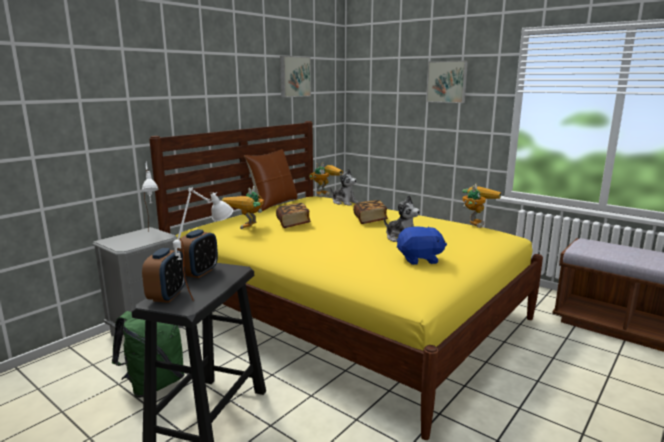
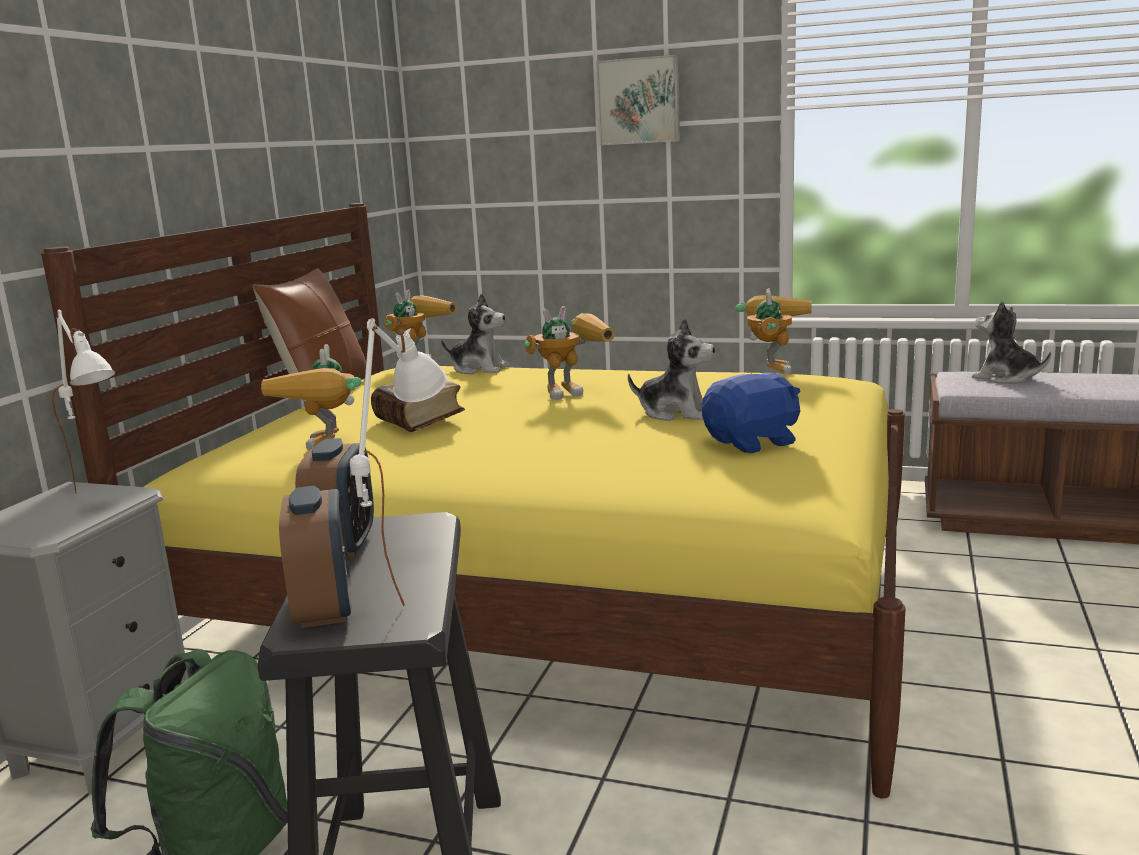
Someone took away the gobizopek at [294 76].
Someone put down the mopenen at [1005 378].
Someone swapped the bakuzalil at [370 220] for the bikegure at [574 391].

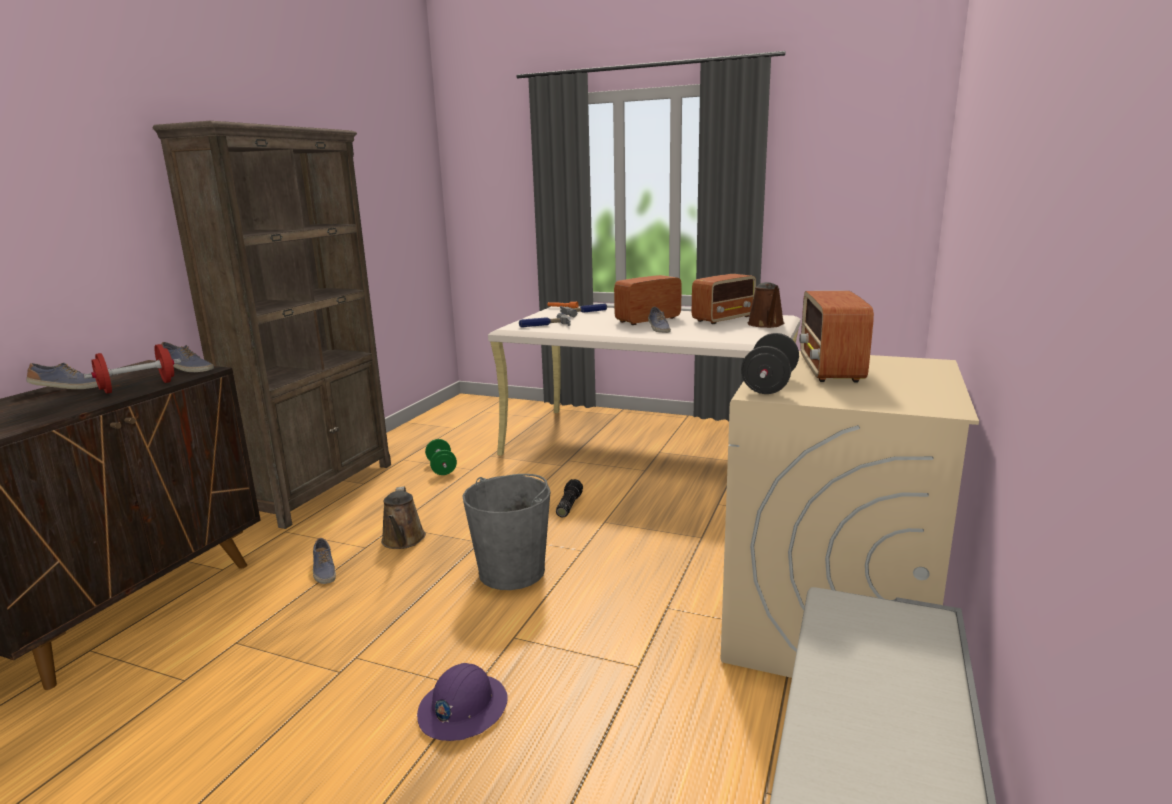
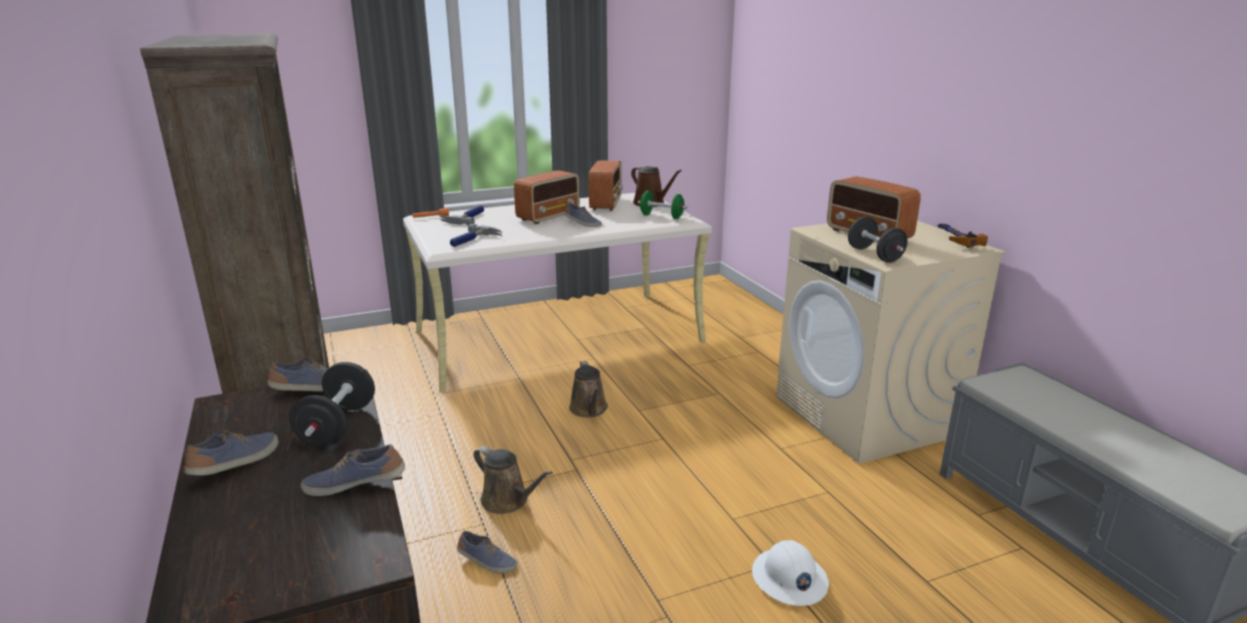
Someone took away the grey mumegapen at [512 571].
Someone put down the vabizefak at [355 484].
Someone put down the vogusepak at [954 241].
Someone carried the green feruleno from [441 468] to [661 216].
Someone swapped the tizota at [568 505] for the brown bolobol at [589 409].
Someone repainted the red feruleno at [138 387], which became the black feruleno at [338 426].
Someone repainted the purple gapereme at [462 709], which became the white gapereme at [789 579].
Someone rotated the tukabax at [647 320] by 150 degrees counterclockwise.

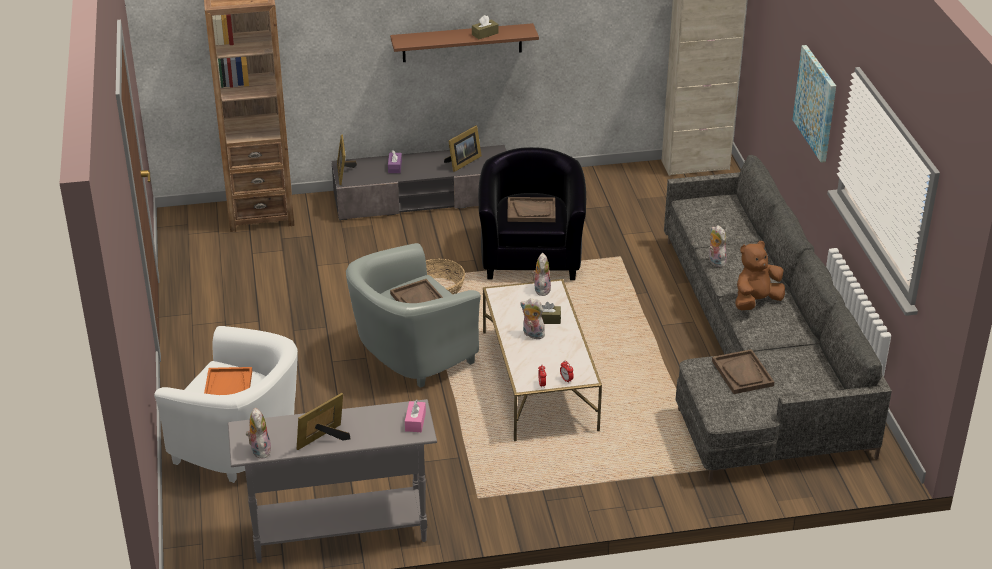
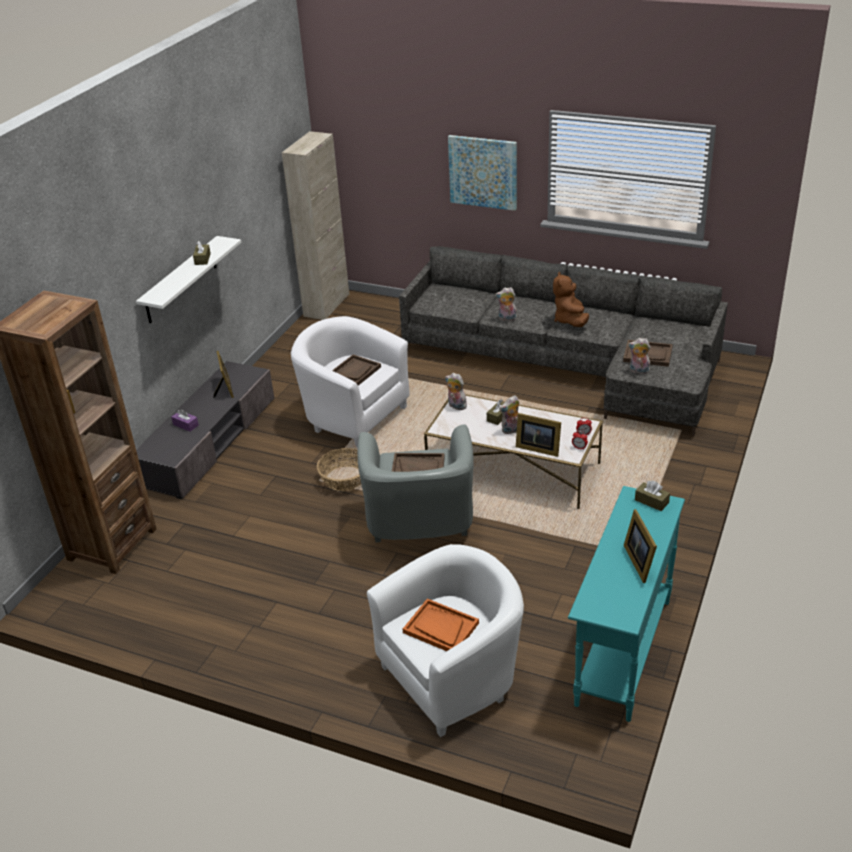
Someone carried the mopenen from [259 449] to [638 371].
Someone carried the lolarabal from [344 173] to [537 448].
Someone repainted the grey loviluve at [338 532], which became the turquoise loviluve at [622 652].
Someone repainted the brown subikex at [462 43], which became the white subikex at [181 280].
Someone repainted the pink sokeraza at [415 421], which became the brown sokeraza at [651 501].
Someone repainted the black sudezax at [531 256], which became the white sudezax at [352 416].

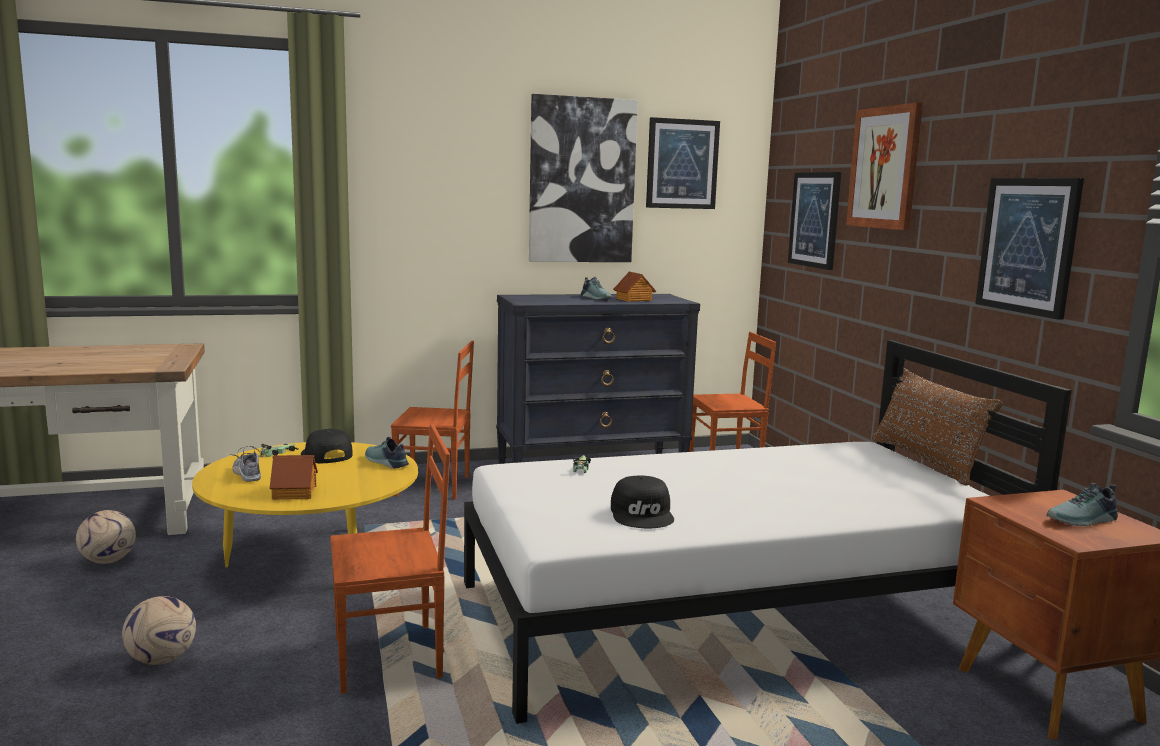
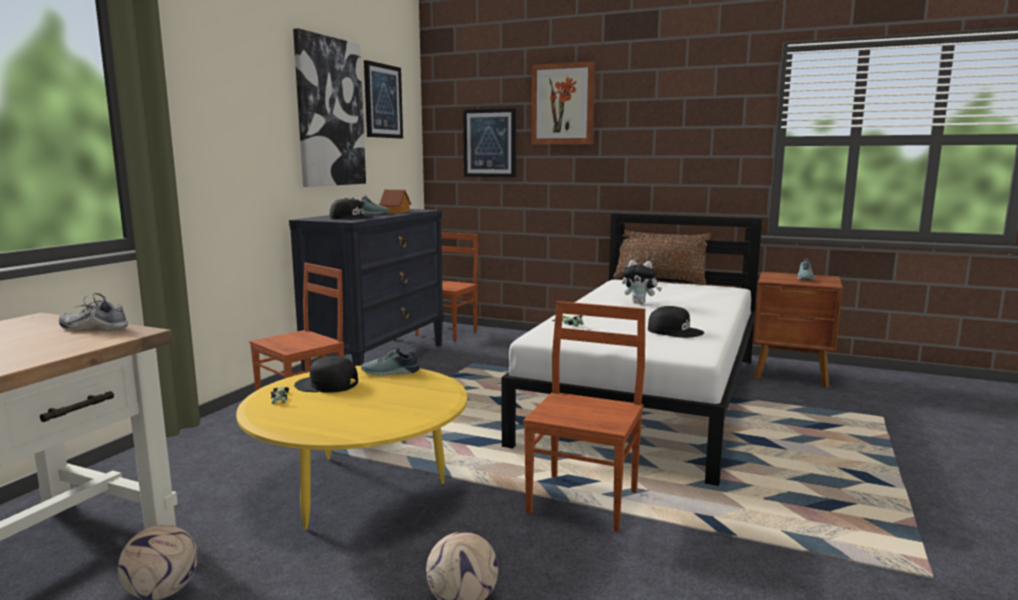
Someone took away the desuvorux at [295 492].
Someone took away the gobizopek at [1028 245].
Someone put down the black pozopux at [351 217].
Someone put down the mopenen at [640 303].
Someone carried the vabizefak from [247 474] to [93 328].

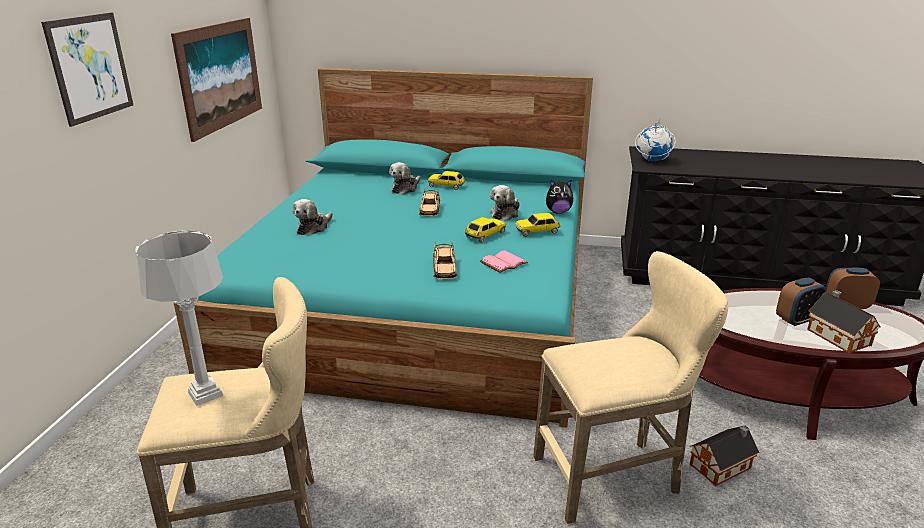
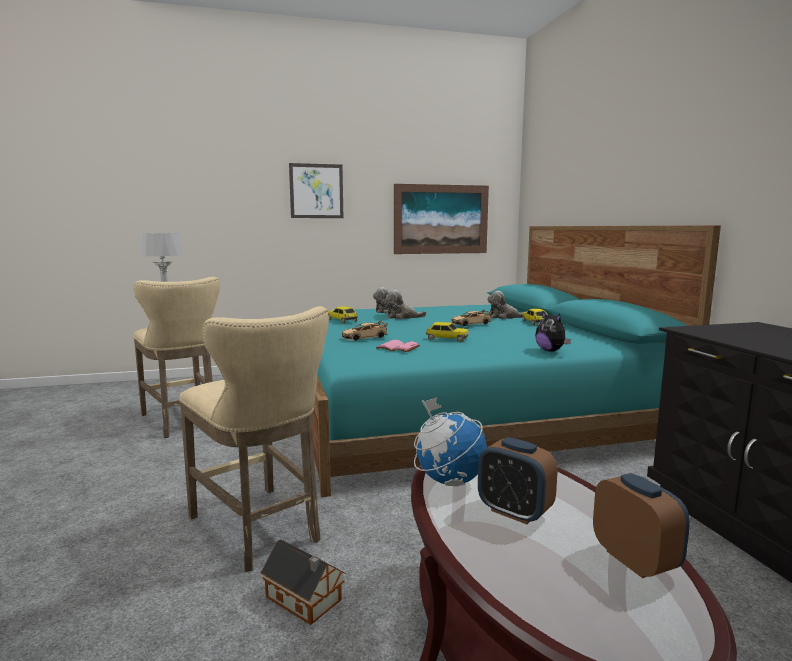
Someone took away the desuvorux at [836 336].
Someone carried the mopenen from [505 213] to [402 317].
Someone carried the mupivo from [537 231] to [342 320].
Someone carried the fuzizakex from [652 160] to [449 481].

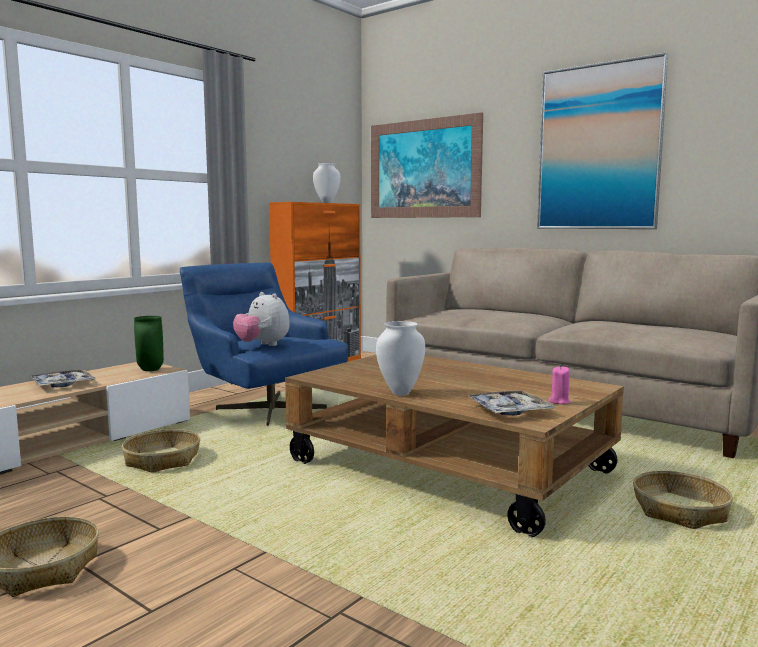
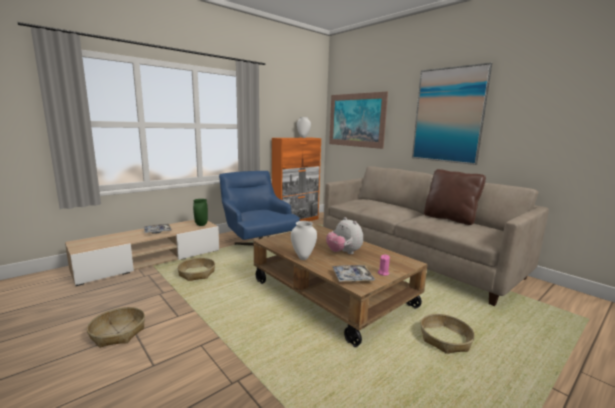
Someone put down the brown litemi at [450 218].
Someone carried the mopenen from [262 345] to [344 253].

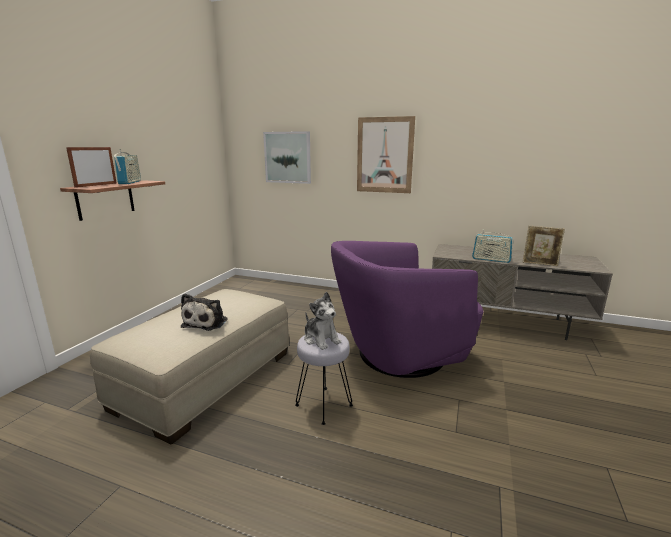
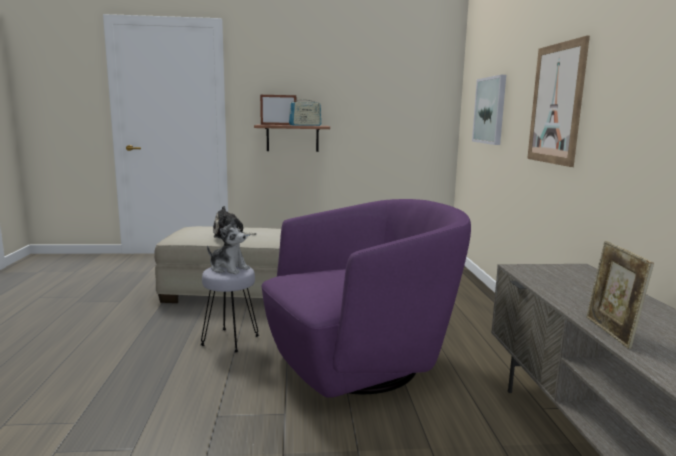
Someone took away the tukabax at [491 259].
Someone rotated the mopenen at [321 339] by 90 degrees counterclockwise.
Someone rotated the purple sudezax at [399 354] by 105 degrees clockwise.

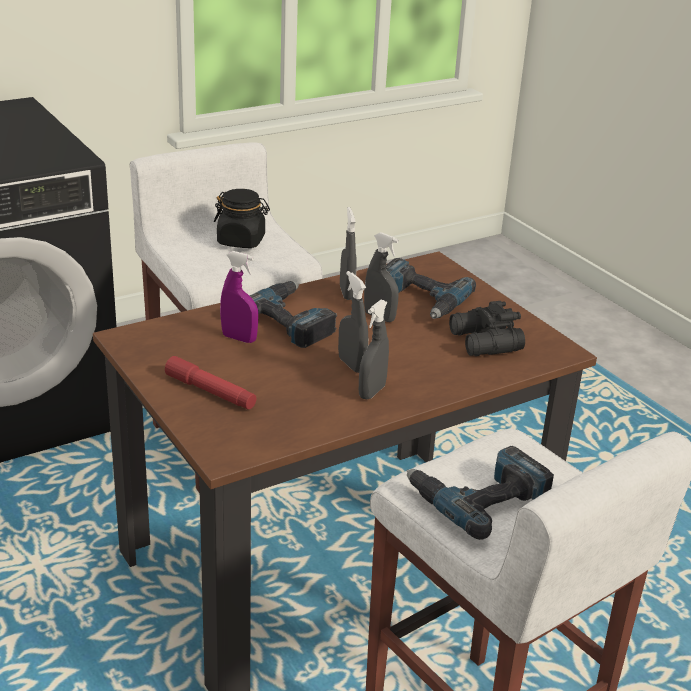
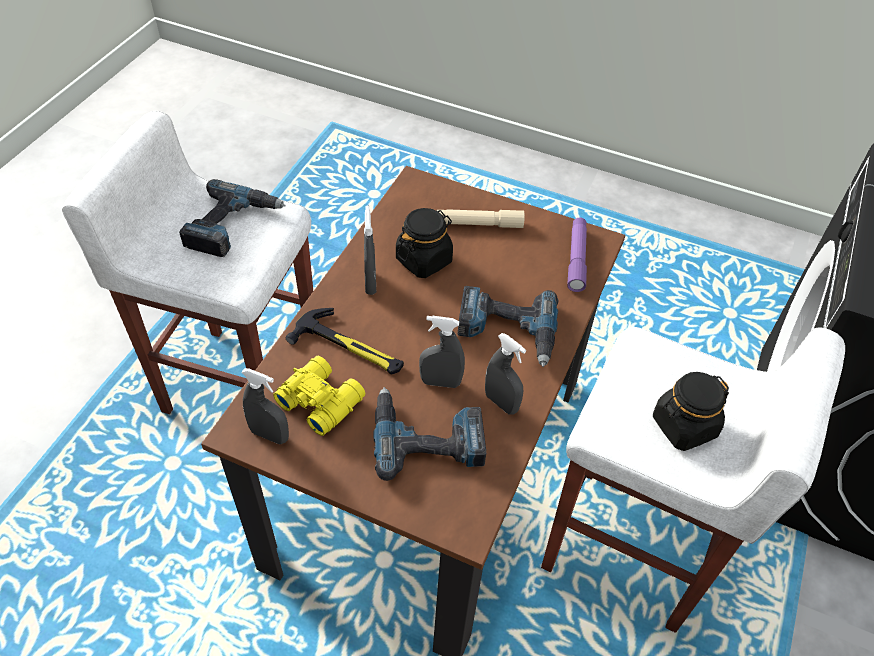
Someone took away the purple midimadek at [239 338].
Someone put down the vogusepak at [349 347].
Someone put down the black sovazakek at [424 260].
Someone put down the purple tizota at [576 259].
Someone carried the grey midimadek from [351 364] to [269 435].
Someone repainted the red tizota at [210 392], which became the beige tizota at [479 224].
Someone repainted the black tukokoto at [484 342], which became the yellow tukokoto at [320 399].

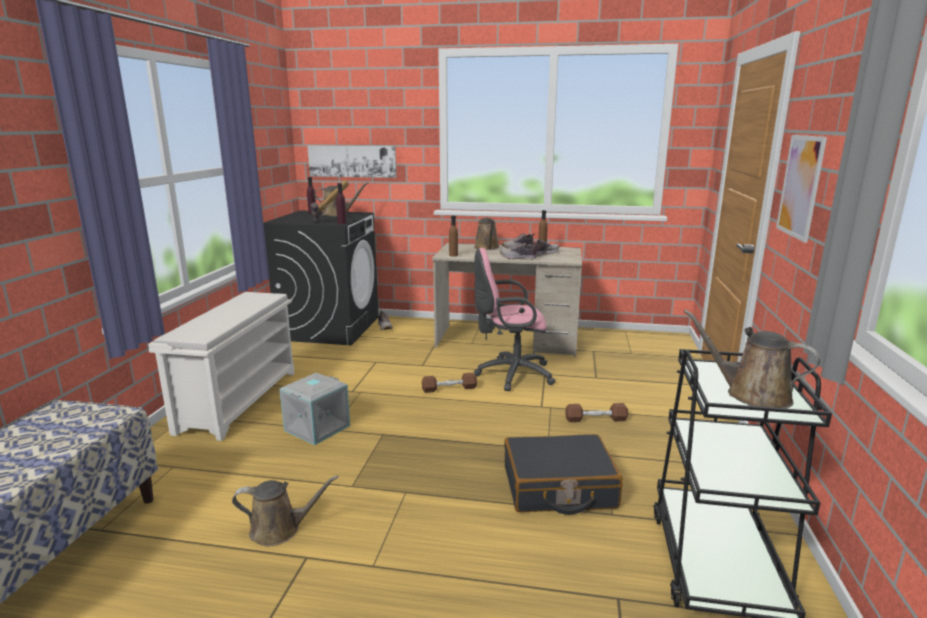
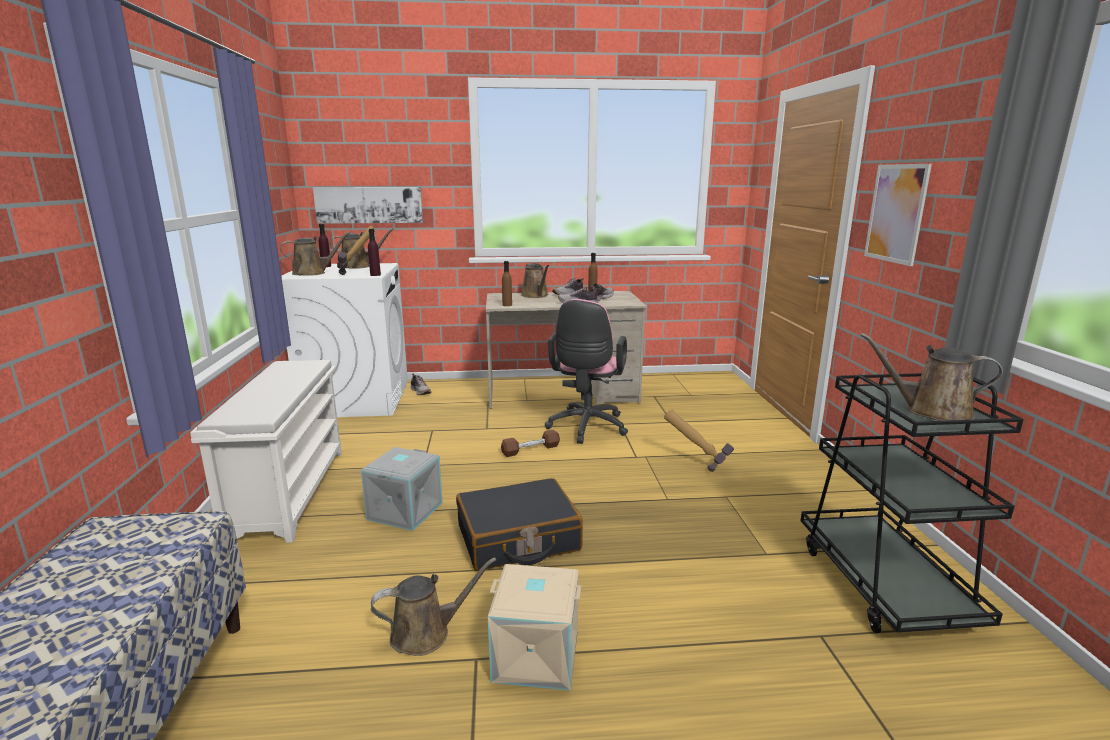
Someone put down the brown bolobol at [312 273].
Someone put down the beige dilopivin at [535 657].
Someone carried the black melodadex from [558 488] to [518 539].
Someone swapped the brown feruleno at [596 419] for the vogusepak at [696 463].
Someone repainted the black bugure at [329 328], which became the white bugure at [356 399].
Someone rotated the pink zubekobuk at [510 374] by 60 degrees counterclockwise.

